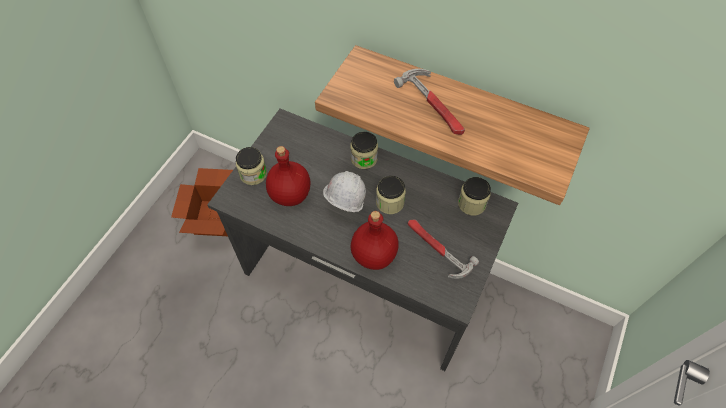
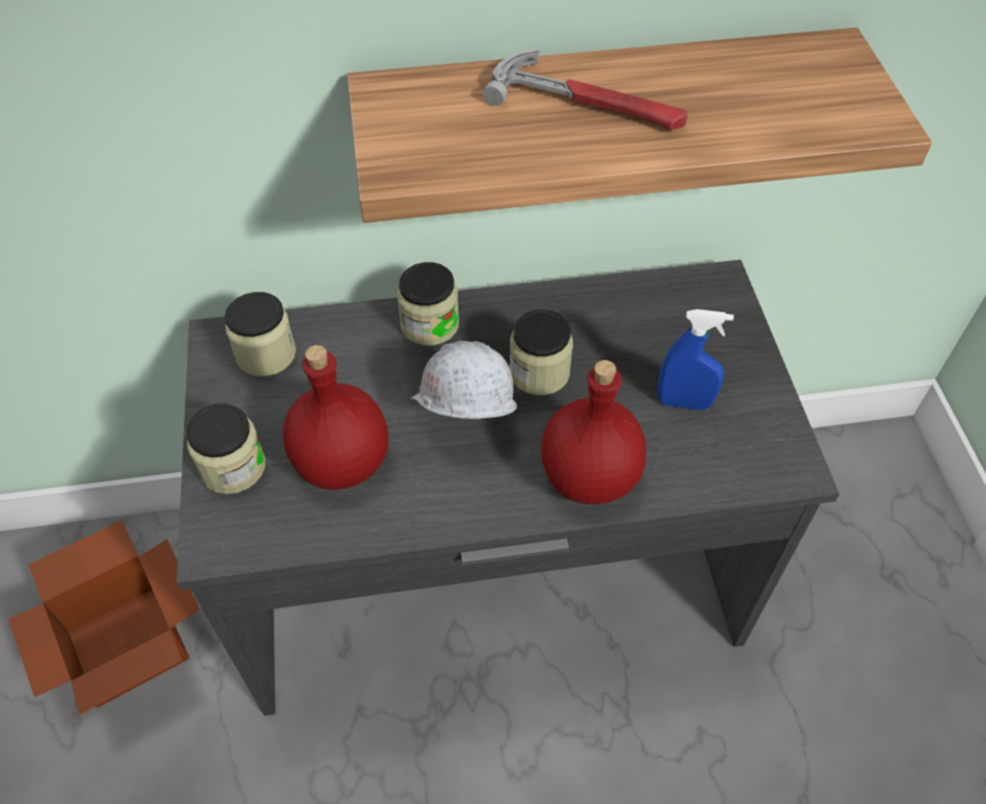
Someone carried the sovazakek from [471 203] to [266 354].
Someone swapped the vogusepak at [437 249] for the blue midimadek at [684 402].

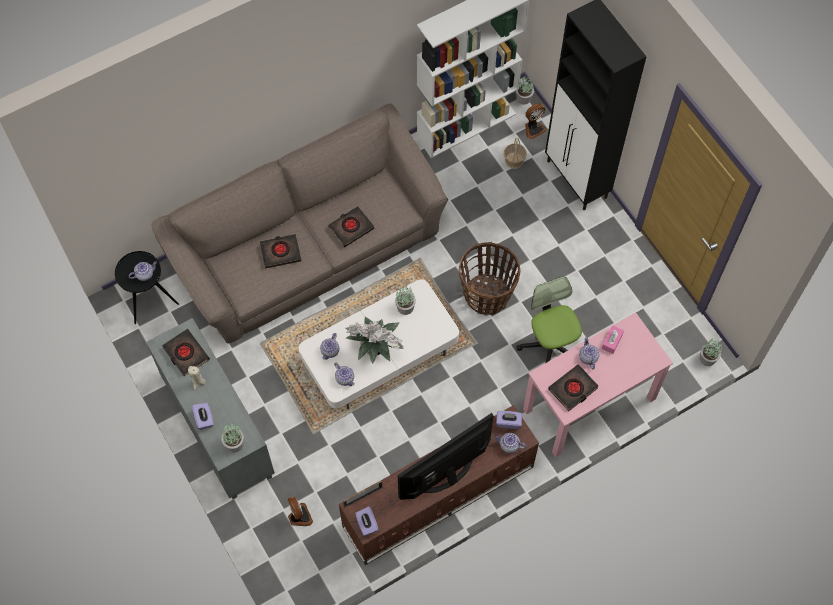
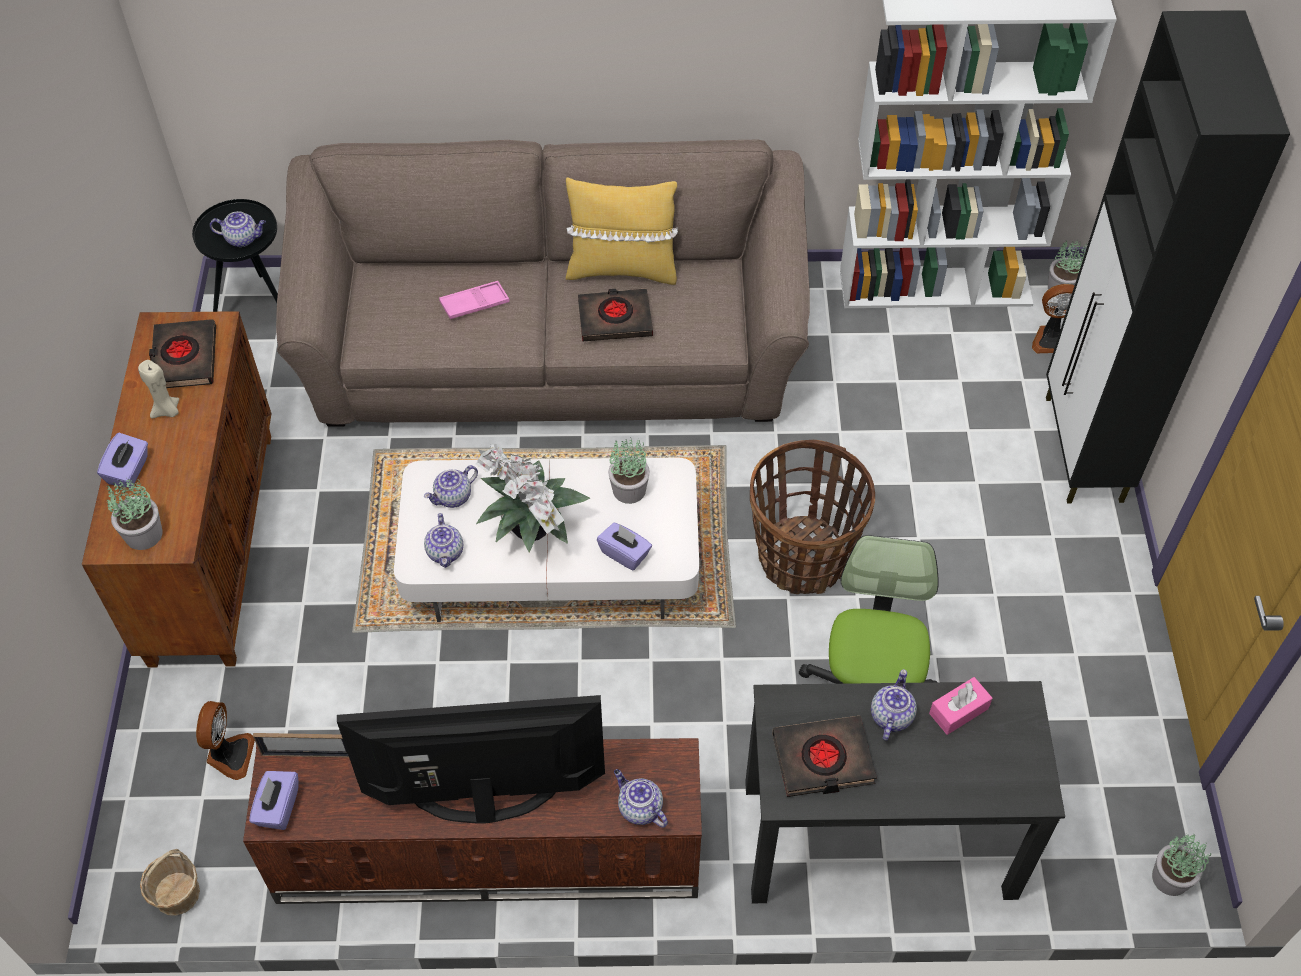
Someone put down the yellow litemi at [622 269].
Someone carried the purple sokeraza from [508 422] to [625 553].
Someone carried the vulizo from [514 160] to [176 894].
Someone swapped the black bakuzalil at [280 252] for the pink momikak at [474 303].
Someone repainted the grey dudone at [217 429], which became the brown dudone at [211 545].
Someone repainted the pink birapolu at [589 404], which became the black birapolu at [877 839].

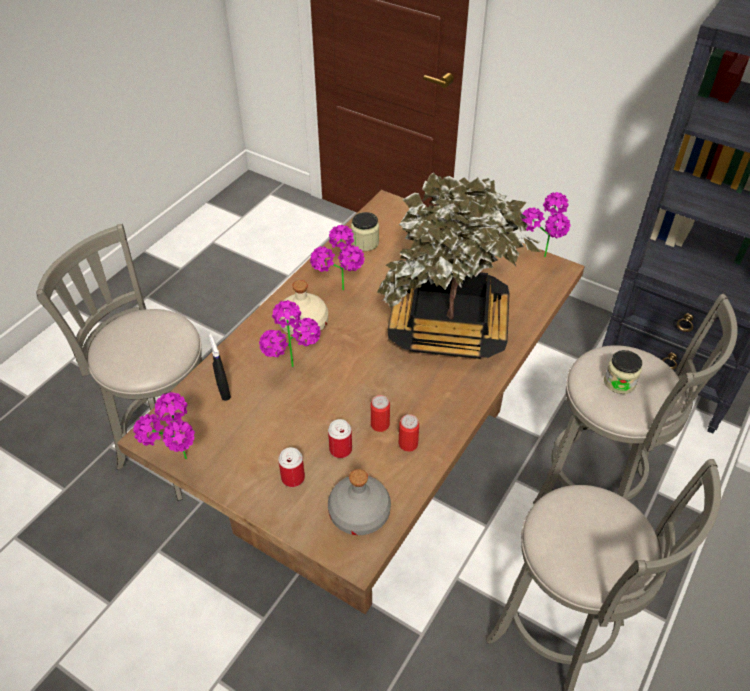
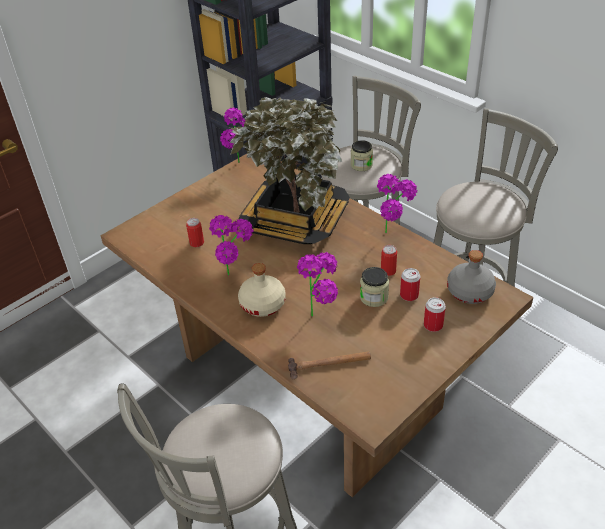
Someone carried the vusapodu from [180 468] to [394 235].
Someone carried the sovazakek from [365 242] to [374 297].
Someone carried the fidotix from [408 444] to [197 243].
Someone swapped the black midimadek at [224 391] for the vogusepak at [329 364].

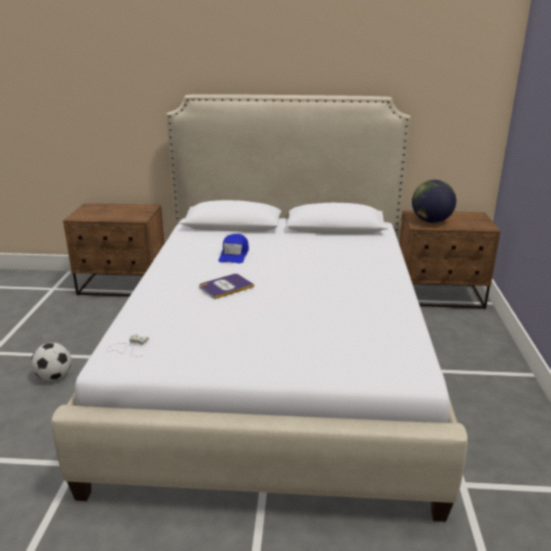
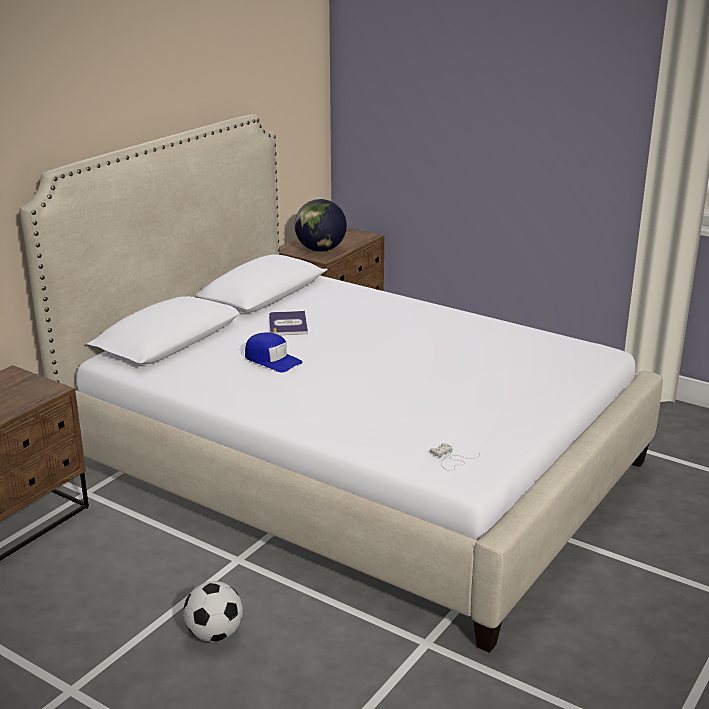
Someone carried the bakuzalil from [226 287] to [288 324].

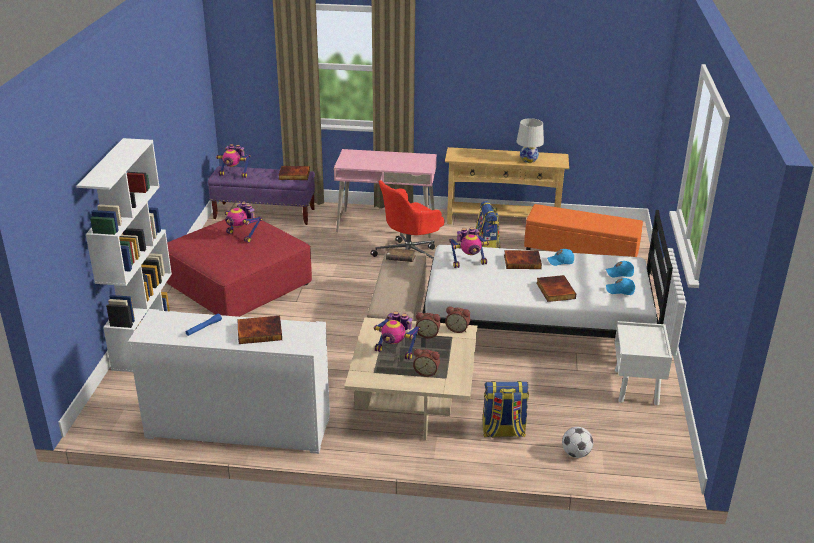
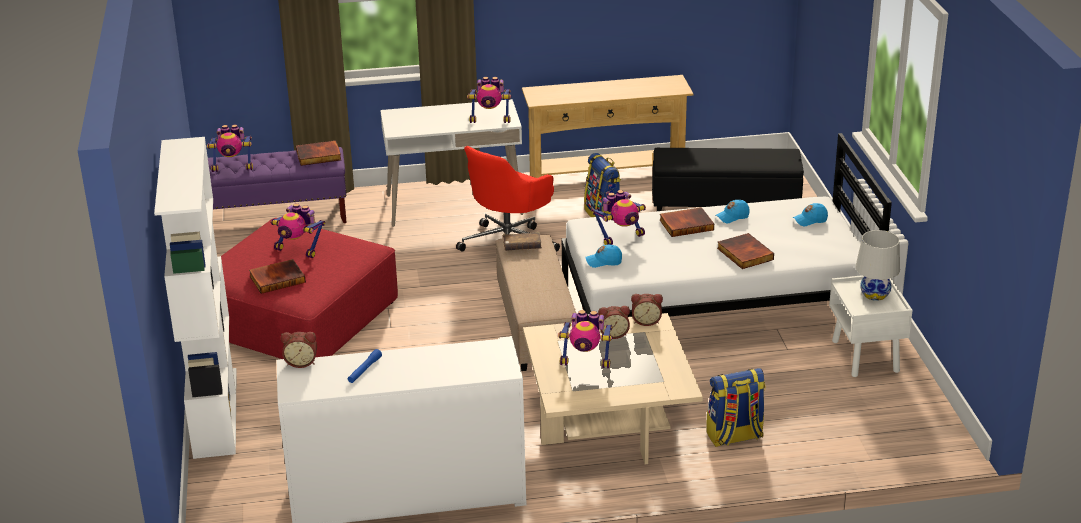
Someone took away the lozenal at [576 454].
Someone put down the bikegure at [490 120].
Someone carried the bakuzalil from [260 332] to [277 278].
Someone carried the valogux from [426 372] to [301 362].
Someone carried the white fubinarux from [528 159] to [875 294].
Someone carried the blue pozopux from [619 290] to [603 262].
Someone repainted the pink birapolu at [386 224], which became the white birapolu at [454 205].
Someone repainted the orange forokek at [580 252], which became the black forokek at [725 202].

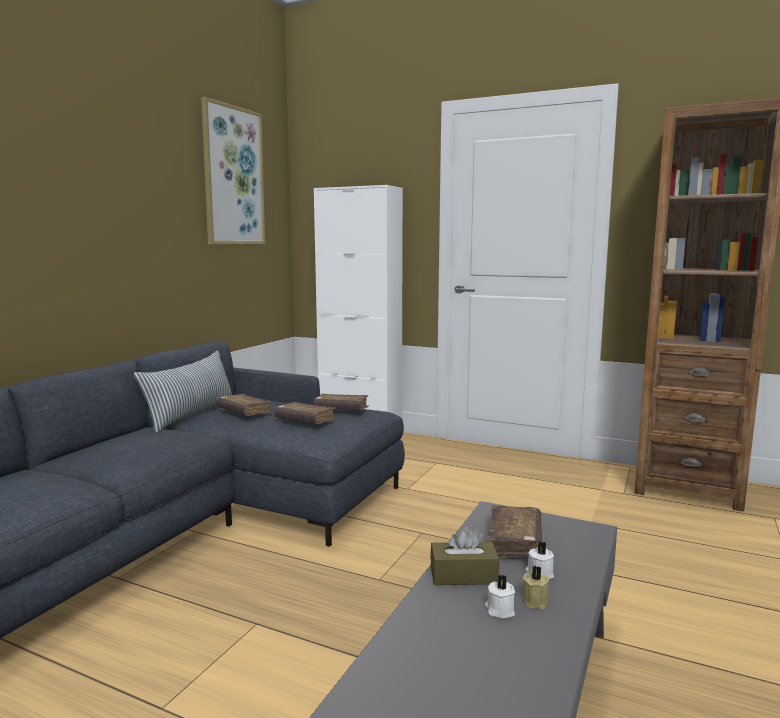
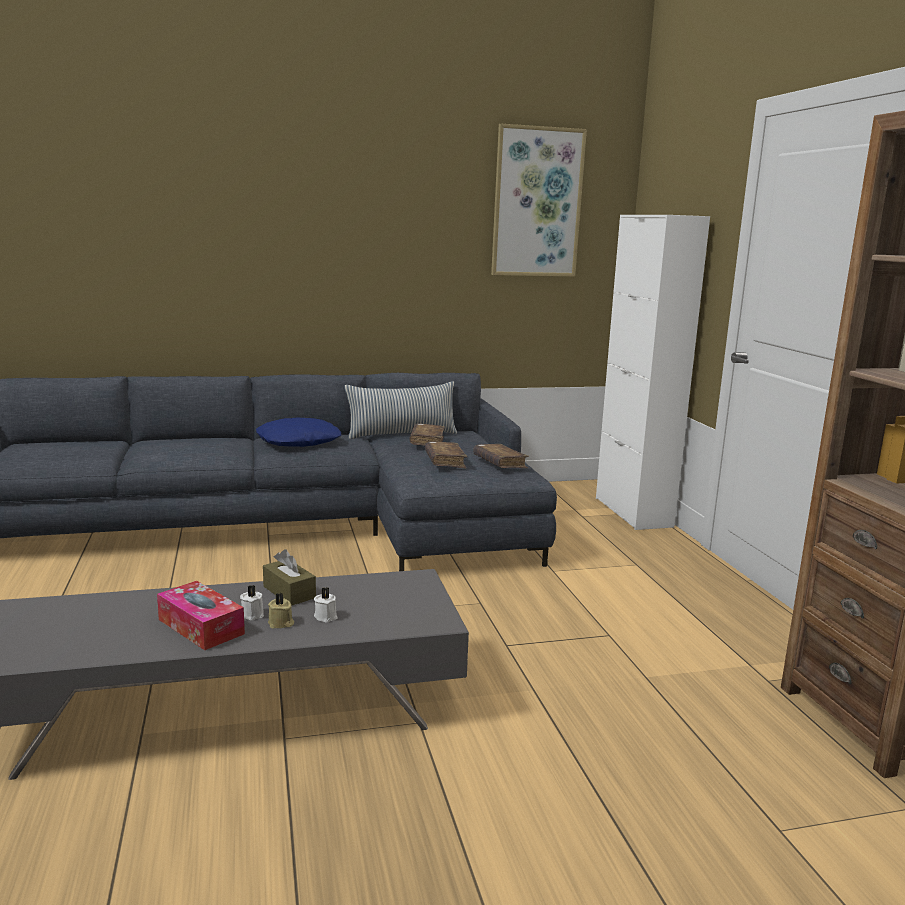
Someone took away the brown bakuzalil at [514 541].
Someone put down the sokeraza at [201 627].
Someone put down the blue litemi at [298 441].

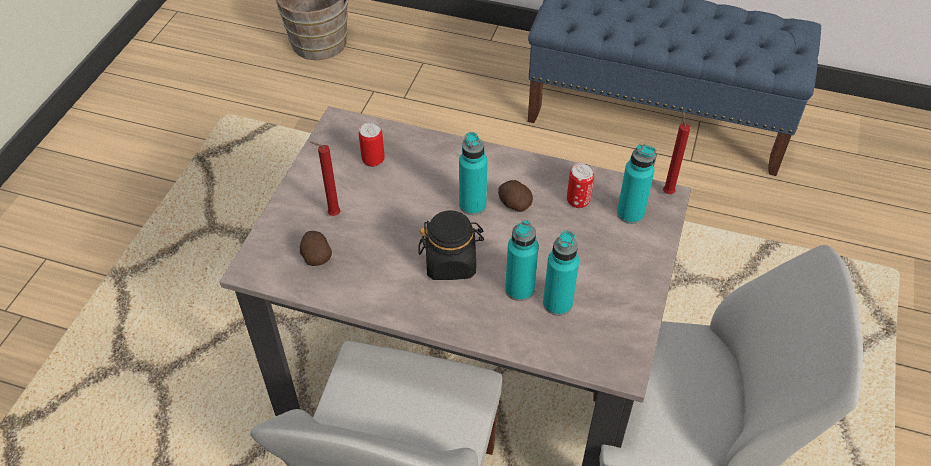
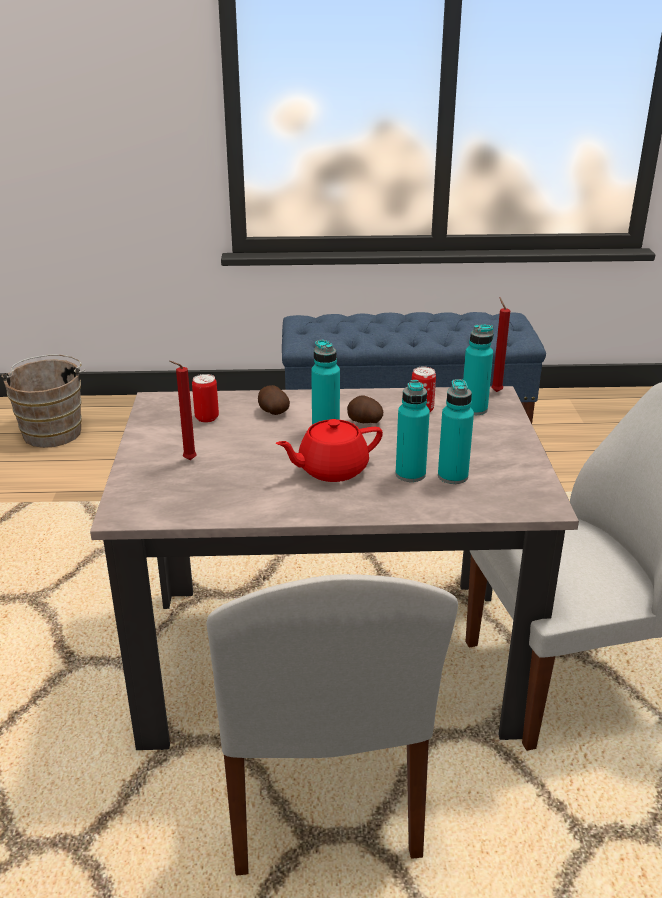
Someone carried the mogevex from [316 256] to [272 412].
Someone swapped the black sovazakek at [451 262] for the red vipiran at [331 470].

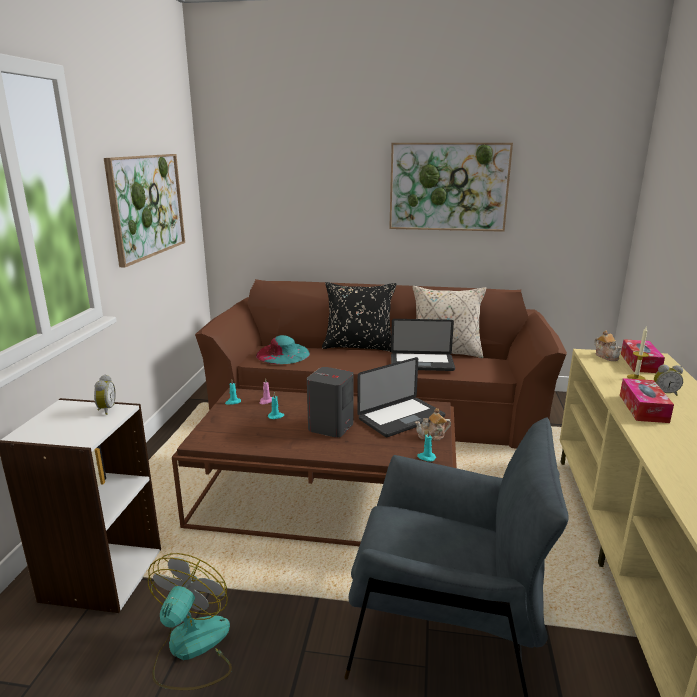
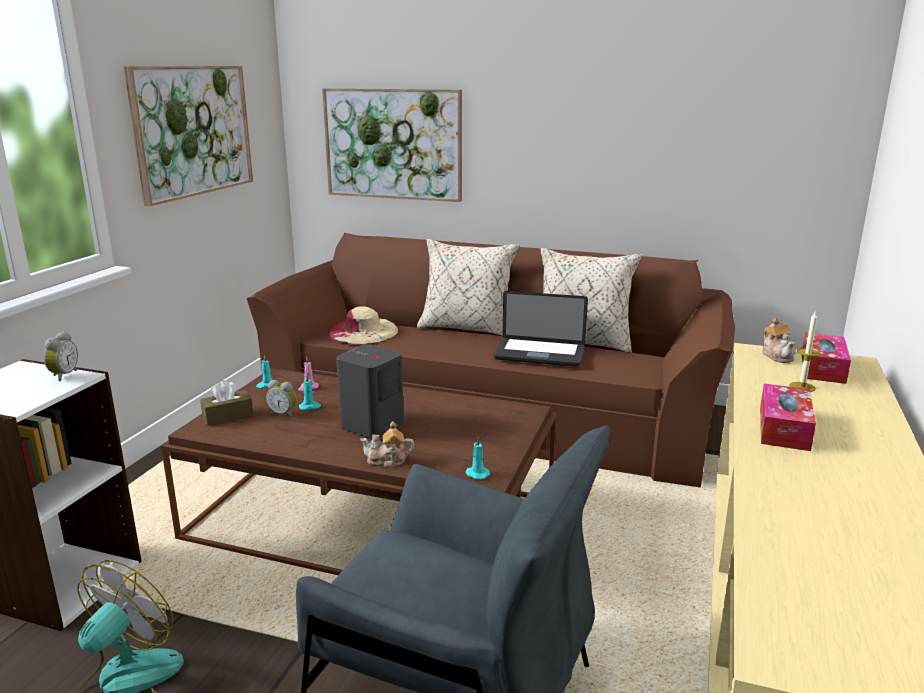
Someone took away the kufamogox at [401 418].
Someone put down the brown sokeraza at [228 416].
Someone carried the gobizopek from [448 187] to [393 144].
Someone carried the vipiran from [432 436] to [387 461].
Someone carried the valogux from [664 393] to [283 414].
Someone repainted the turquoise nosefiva at [283 354], which became the beige nosefiva at [363 331].
Someone repainted the black litemi at [358 346], which became the beige litemi at [467 328].

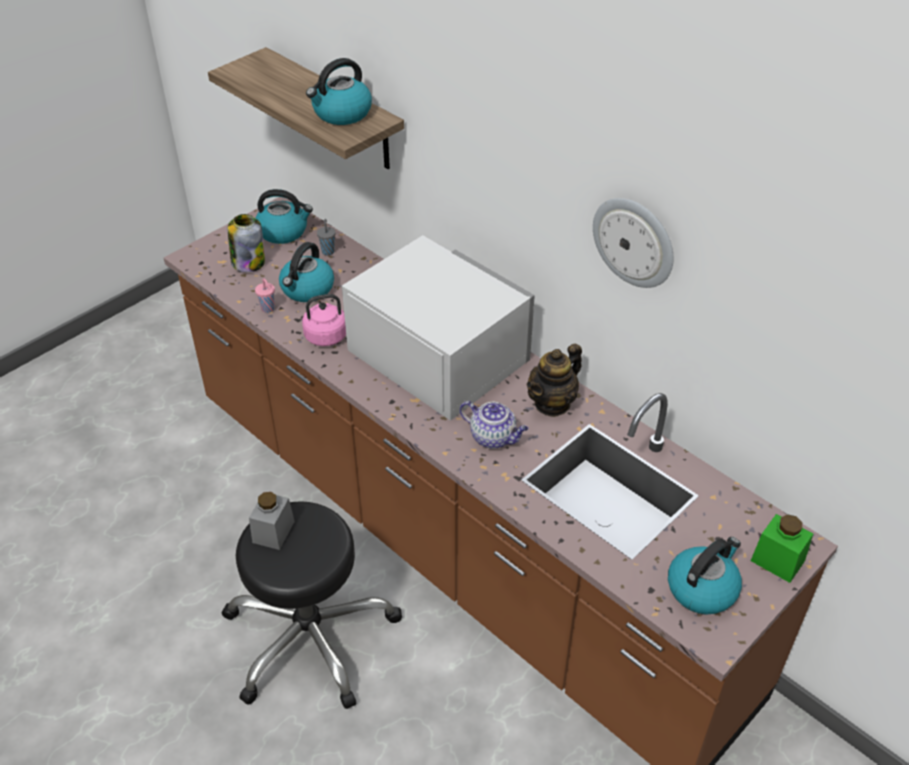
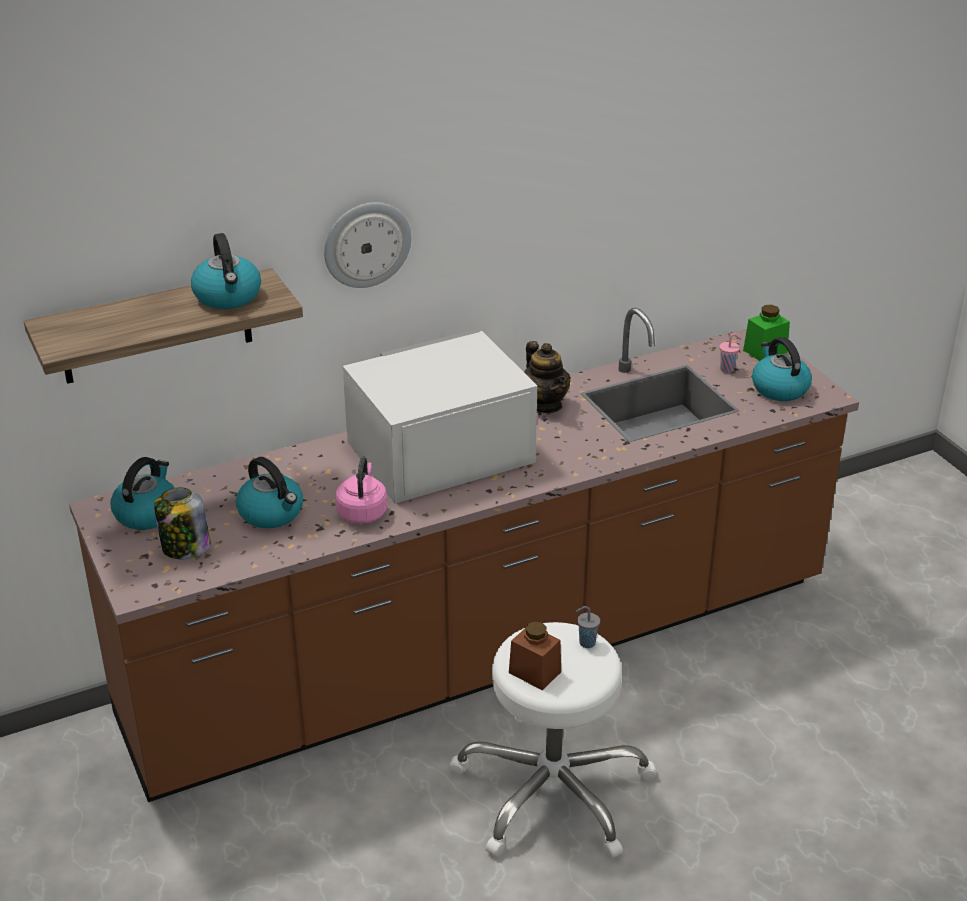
Someone took away the vipiran at [494 437].
Someone carried the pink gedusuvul from [268 309] to [728 369].
Someone carried the grey gedusuvul from [328 251] to [586 643].
Someone carried the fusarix from [634 241] to [366 244].
Someone repainted the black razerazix at [309 636], which became the white razerazix at [553 790].
Someone repainted the grey sovazakek at [273 532], which became the brown sovazakek at [535 672].

